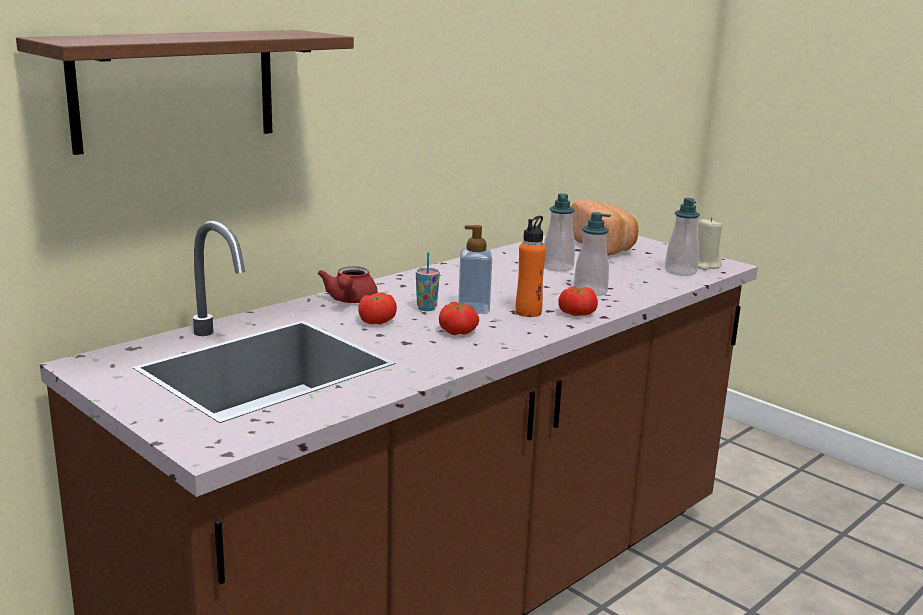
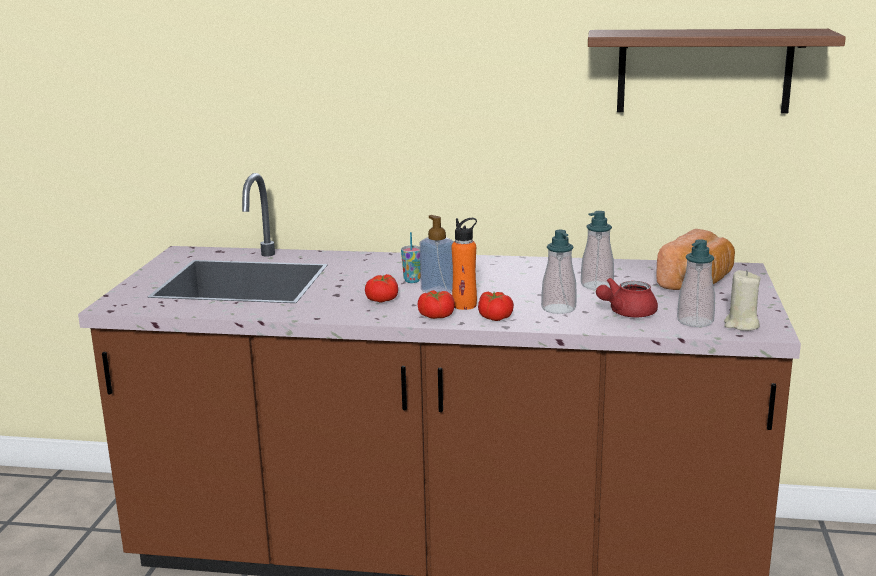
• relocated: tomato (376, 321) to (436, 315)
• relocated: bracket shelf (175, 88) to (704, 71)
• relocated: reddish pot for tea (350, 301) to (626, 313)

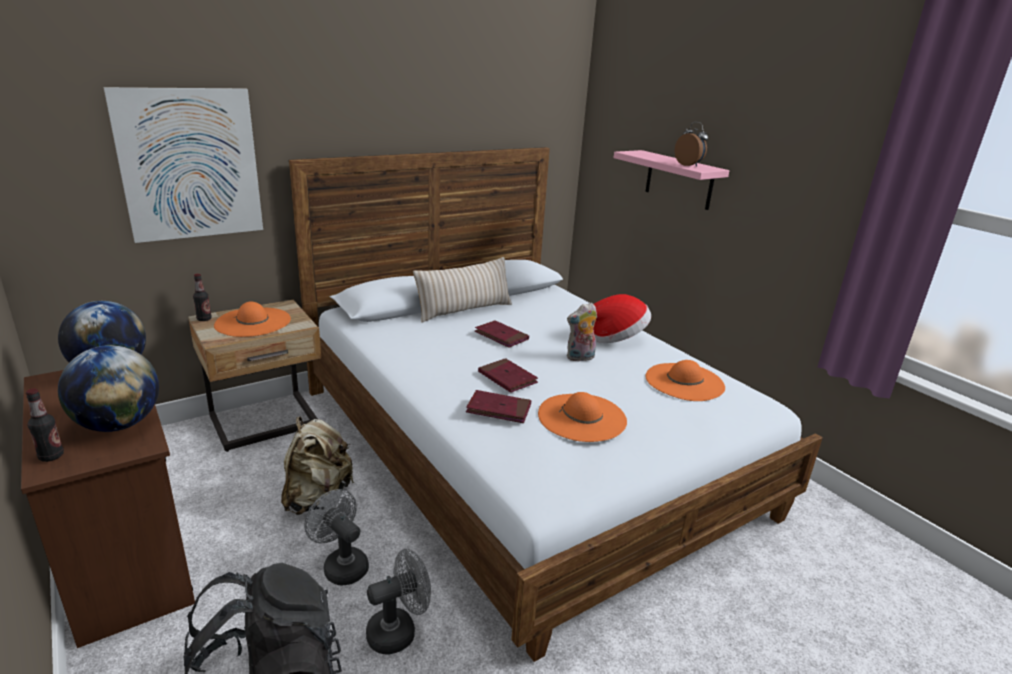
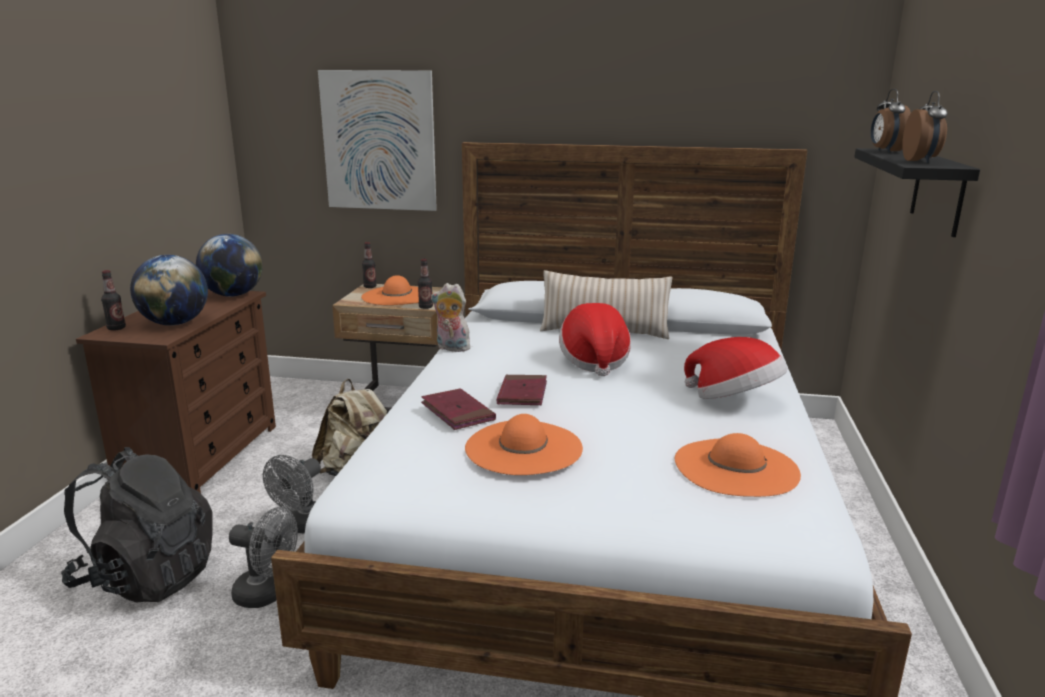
• spun: greyish electric fan (341, 565) = (303, 526) 150 degrees counterclockwise
• appeared: beverage bottle (425, 307)
• relocated: plush toy (580, 358) to (451, 348)
• exchanged: reddish bound book (501, 336) to wearable hat (594, 361)
• colour: pink bracket shelf (679, 180) to black-coloured bracket shelf (938, 191)
• appeared: alarm clock (885, 151)

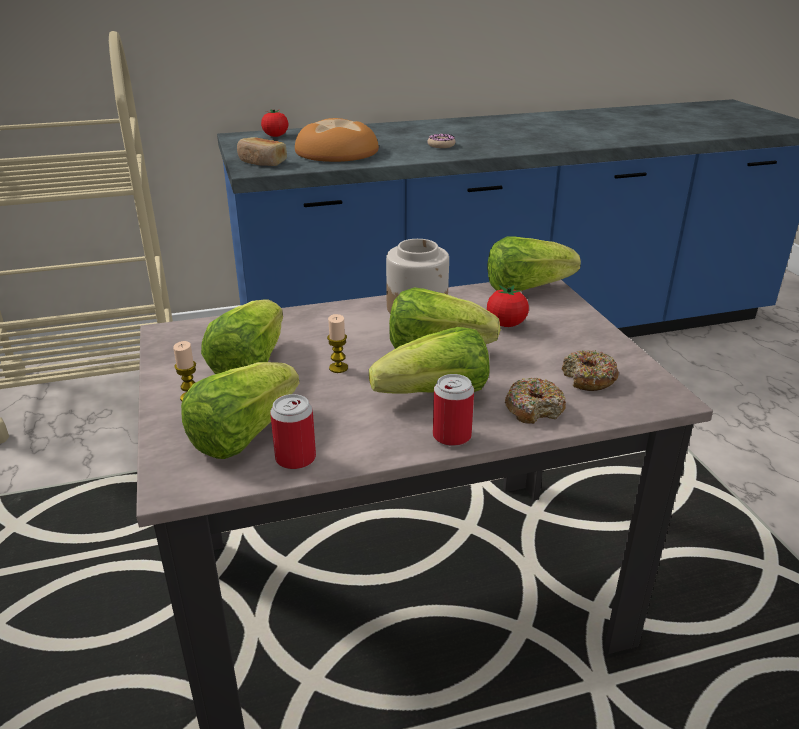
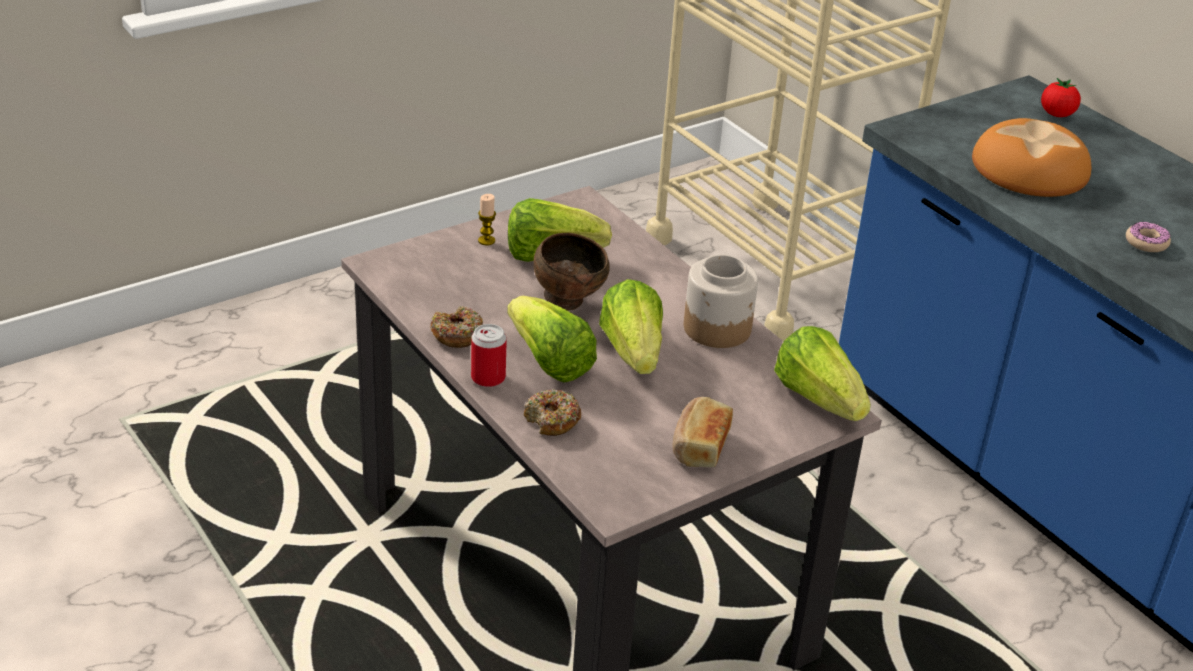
• relocated: donut (588, 378) to (457, 335)
• exchanged: candle (338, 368) to brown deep dish (569, 302)
• relocated: baked bread (262, 162) to (699, 446)
• missing: lettuce (242, 434)
• missing: can (295, 458)
• missing: tomato (506, 324)

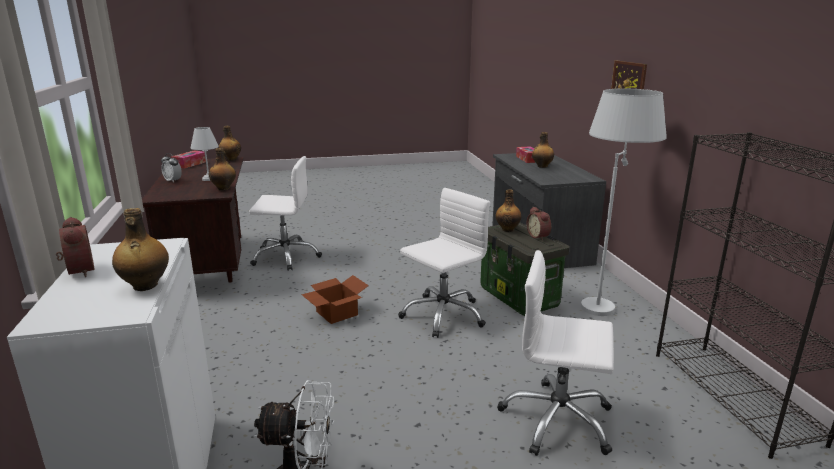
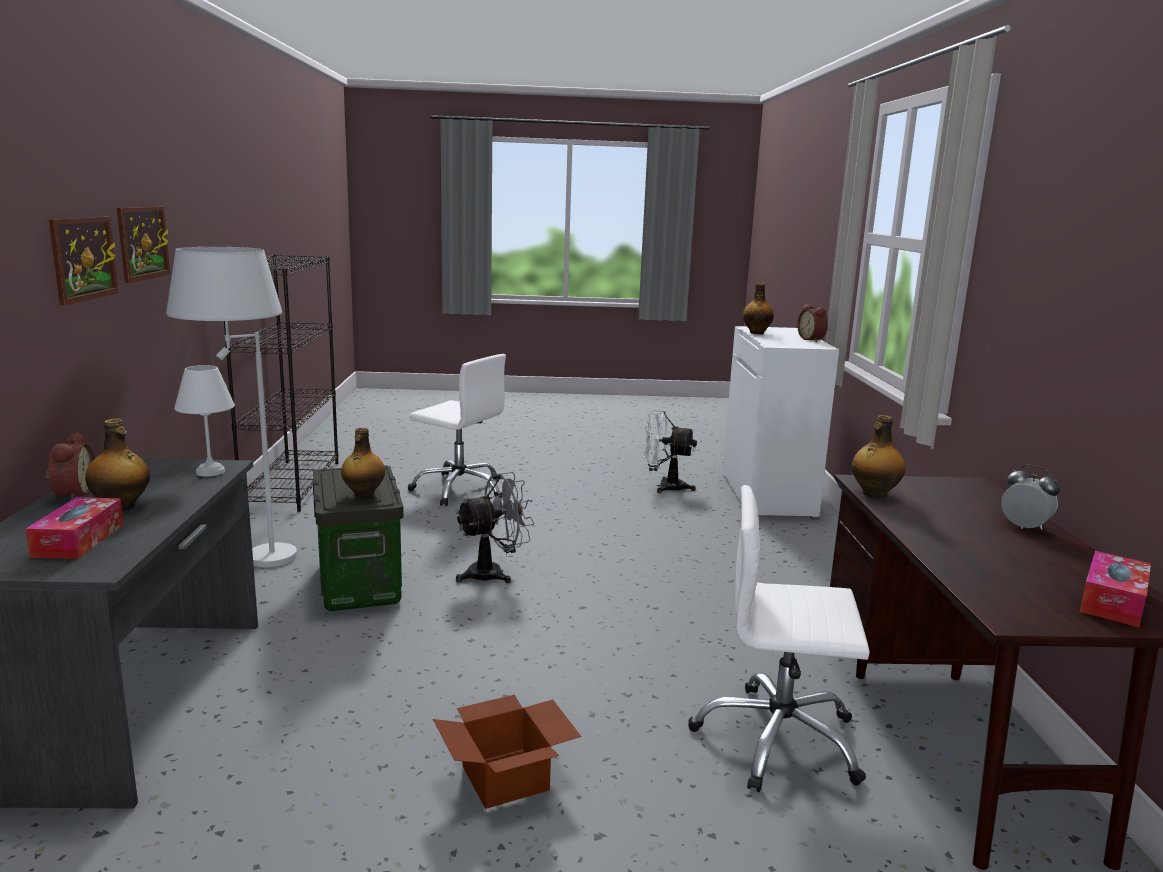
• relocated: alarm clock (539, 236) to (72, 494)
• appeared: picture (143, 243)
• relocated: white tabletop lamp (209, 179) to (209, 472)
• relocated: packing box (335, 313) to (508, 778)
• exchanged: white desk chair (443, 315) to greyish electric fan (493, 573)
• missing: beverage bottle (231, 159)

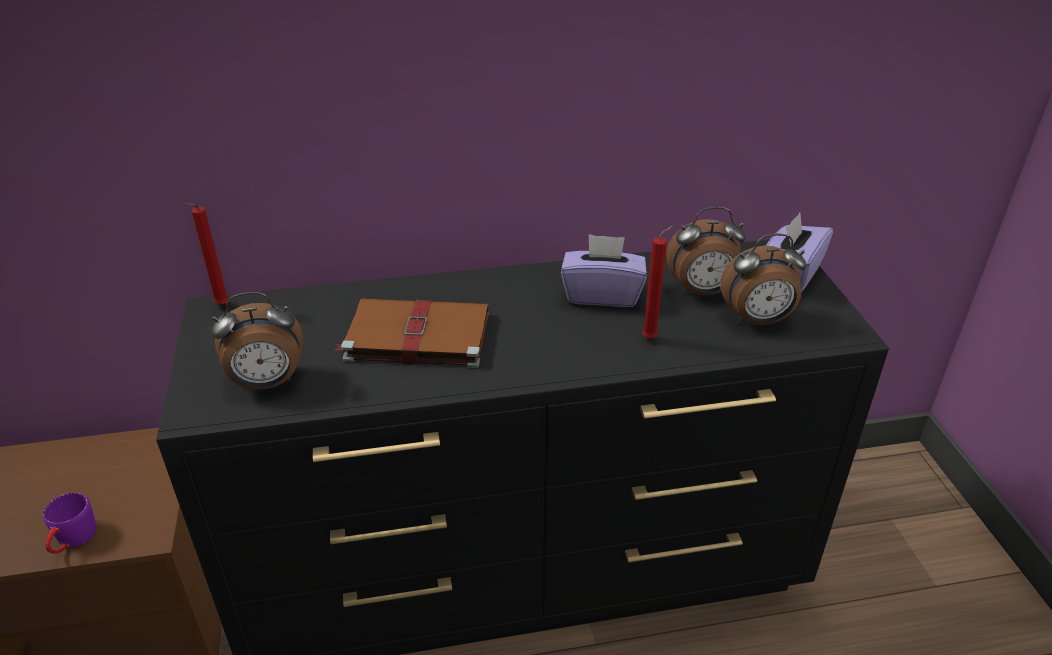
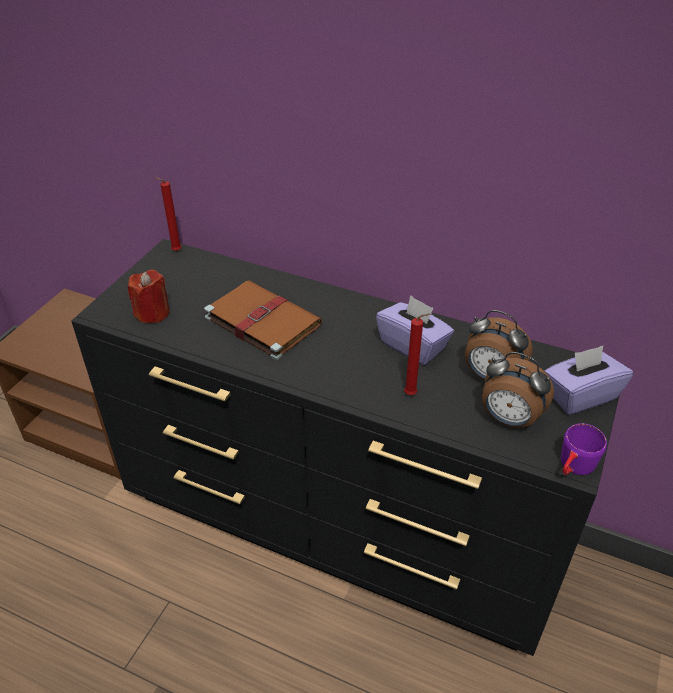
• exchanged: alarm clock (267, 383) to reddish candle (152, 313)
• relocated: purple-coloured coffee mug (73, 541) to (574, 467)

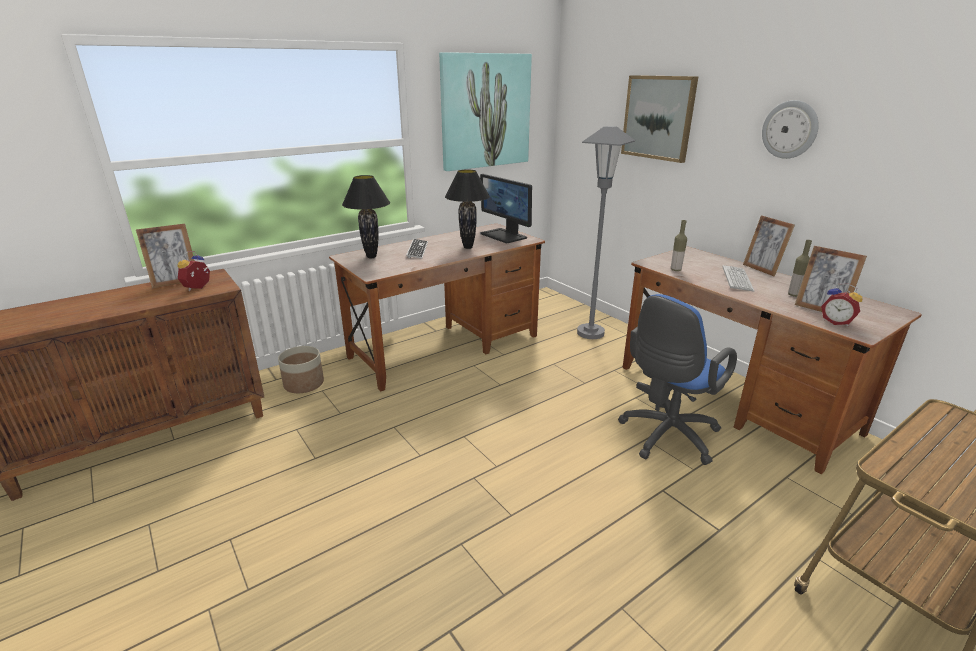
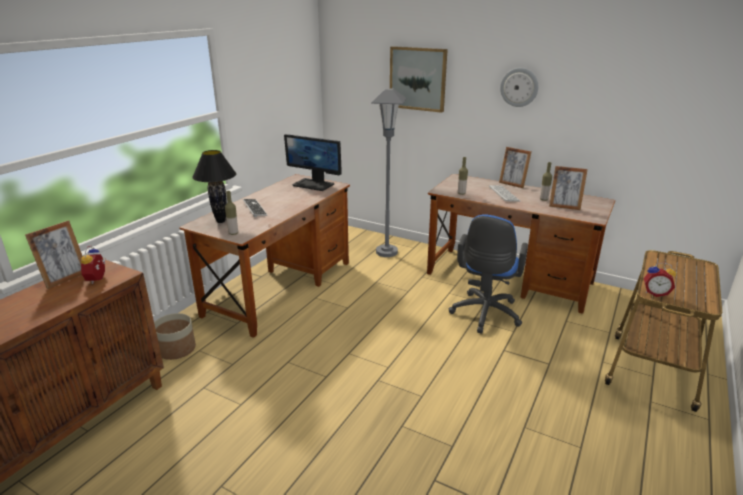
• appeared: beverage bottle (233, 233)
• relocated: alarm clock (836, 322) to (655, 293)
• missing: picture (485, 111)
• missing: black-coloured tabletop lamp (468, 247)

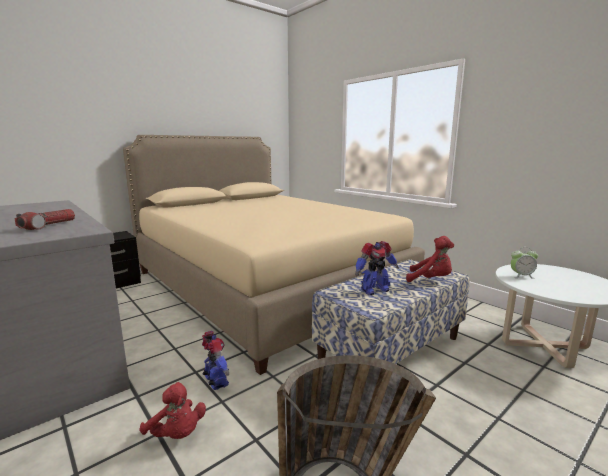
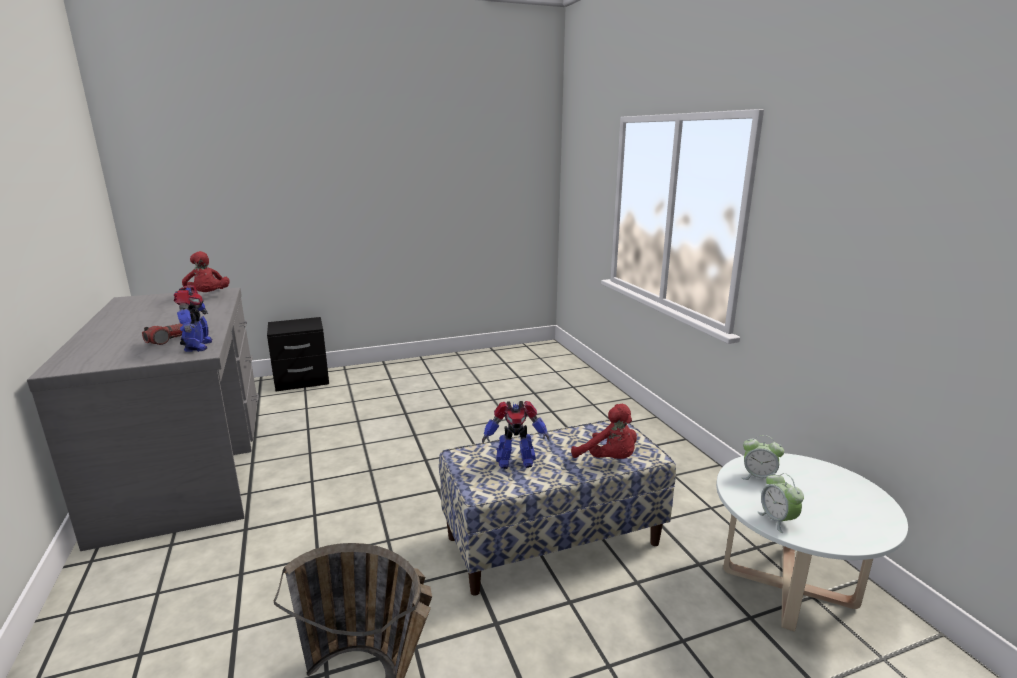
• relocated: robot figure (216, 381) to (197, 346)
• relocated: reddish plush toy (176, 434) to (208, 296)
• appeared: alarm clock (777, 520)
• missing: beige-coloured bed (265, 285)

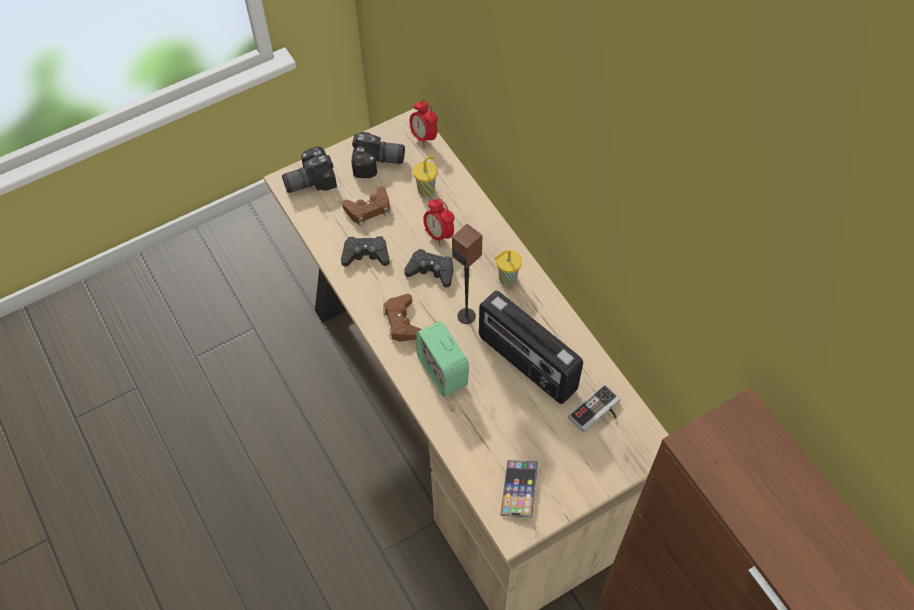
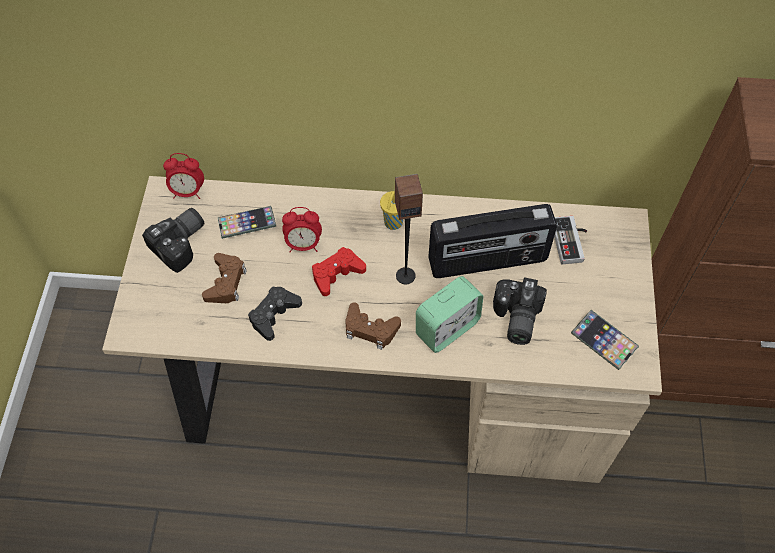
• exchanged: yellowish cup (427, 189) to handset (247, 224)
• colour: black-coloured game controller (431, 271) to reddish game controller (337, 274)
• spun: alarm clock (442, 371) = (447, 328) 45 degrees counterclockwise
• relocated: still camera (308, 180) to (514, 318)

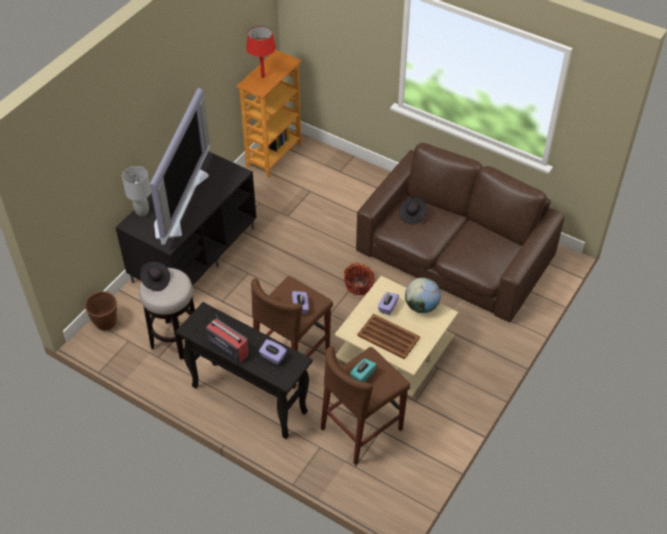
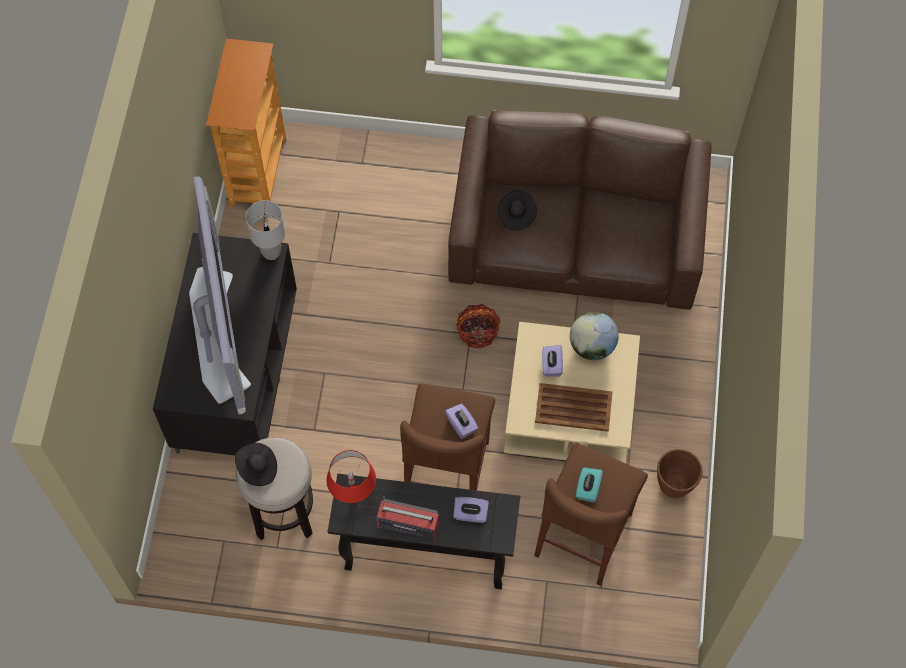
• relocated: greyish tabletop lamp (142, 212) to (271, 253)
• relocated: reddish tabletop lamp (262, 76) to (354, 500)
• relocated: brown flower pot (106, 324) to (674, 486)

